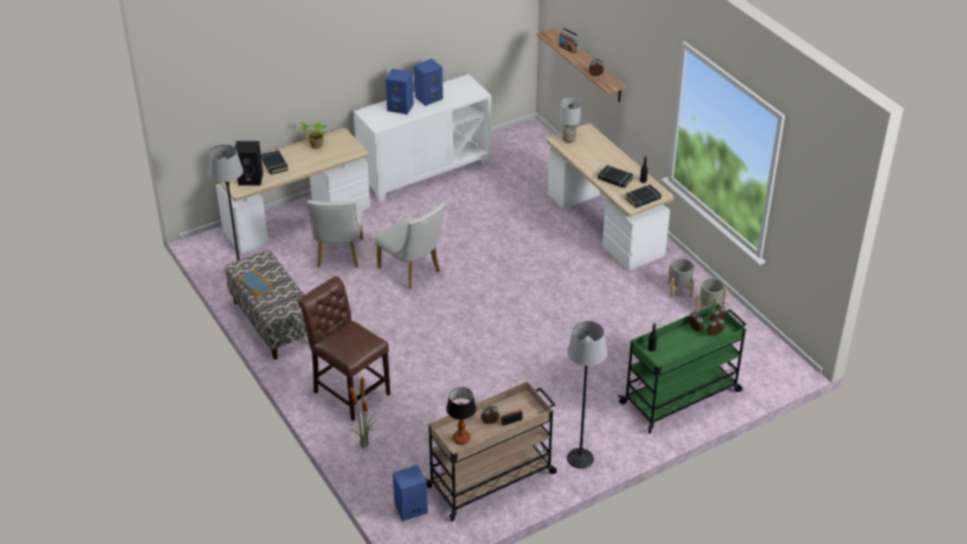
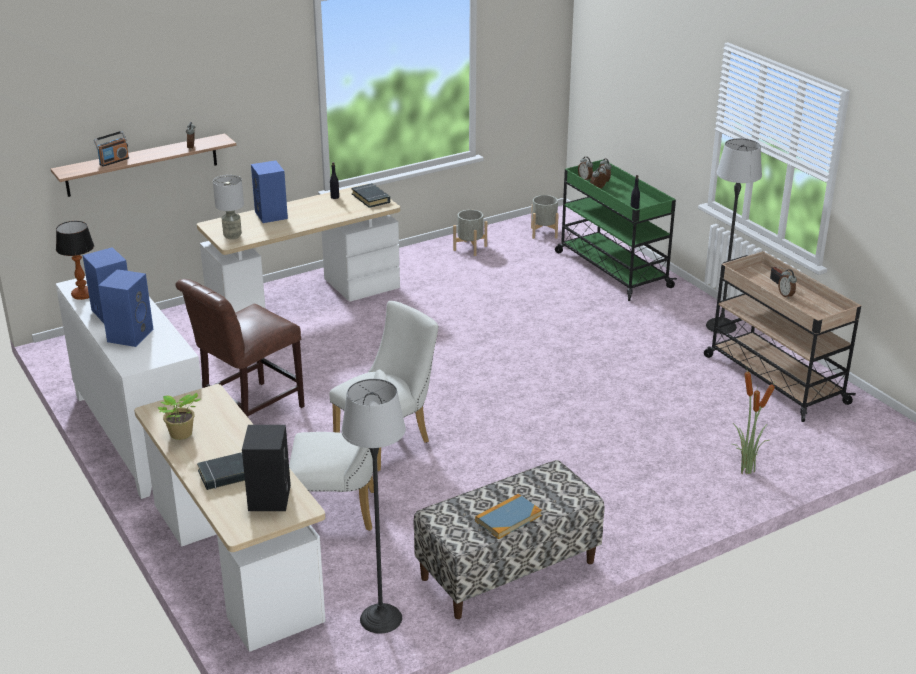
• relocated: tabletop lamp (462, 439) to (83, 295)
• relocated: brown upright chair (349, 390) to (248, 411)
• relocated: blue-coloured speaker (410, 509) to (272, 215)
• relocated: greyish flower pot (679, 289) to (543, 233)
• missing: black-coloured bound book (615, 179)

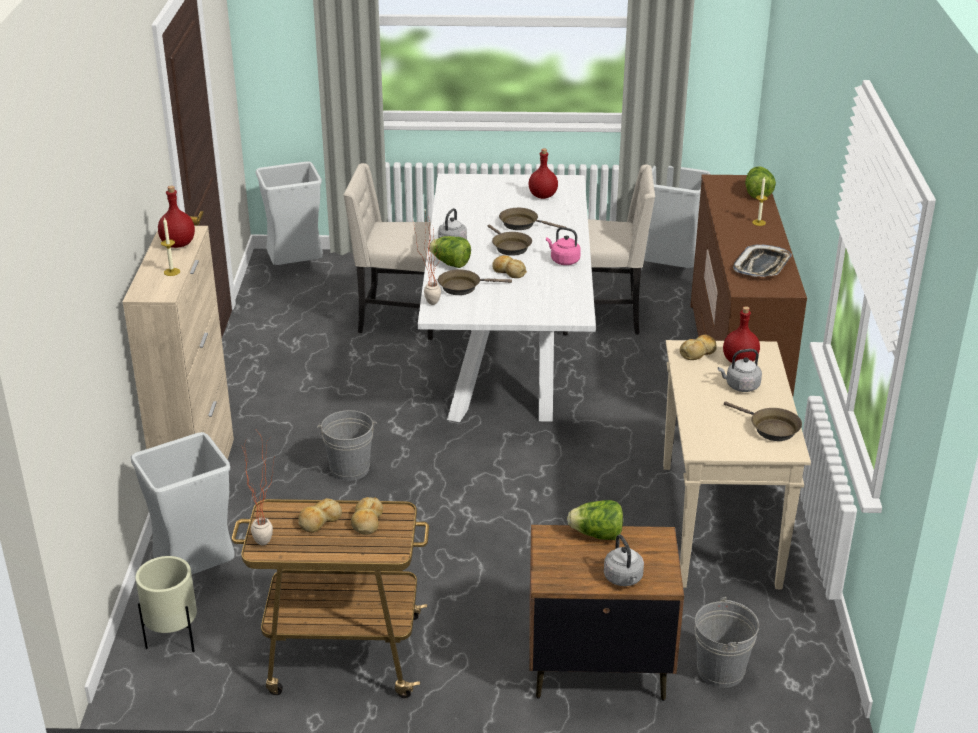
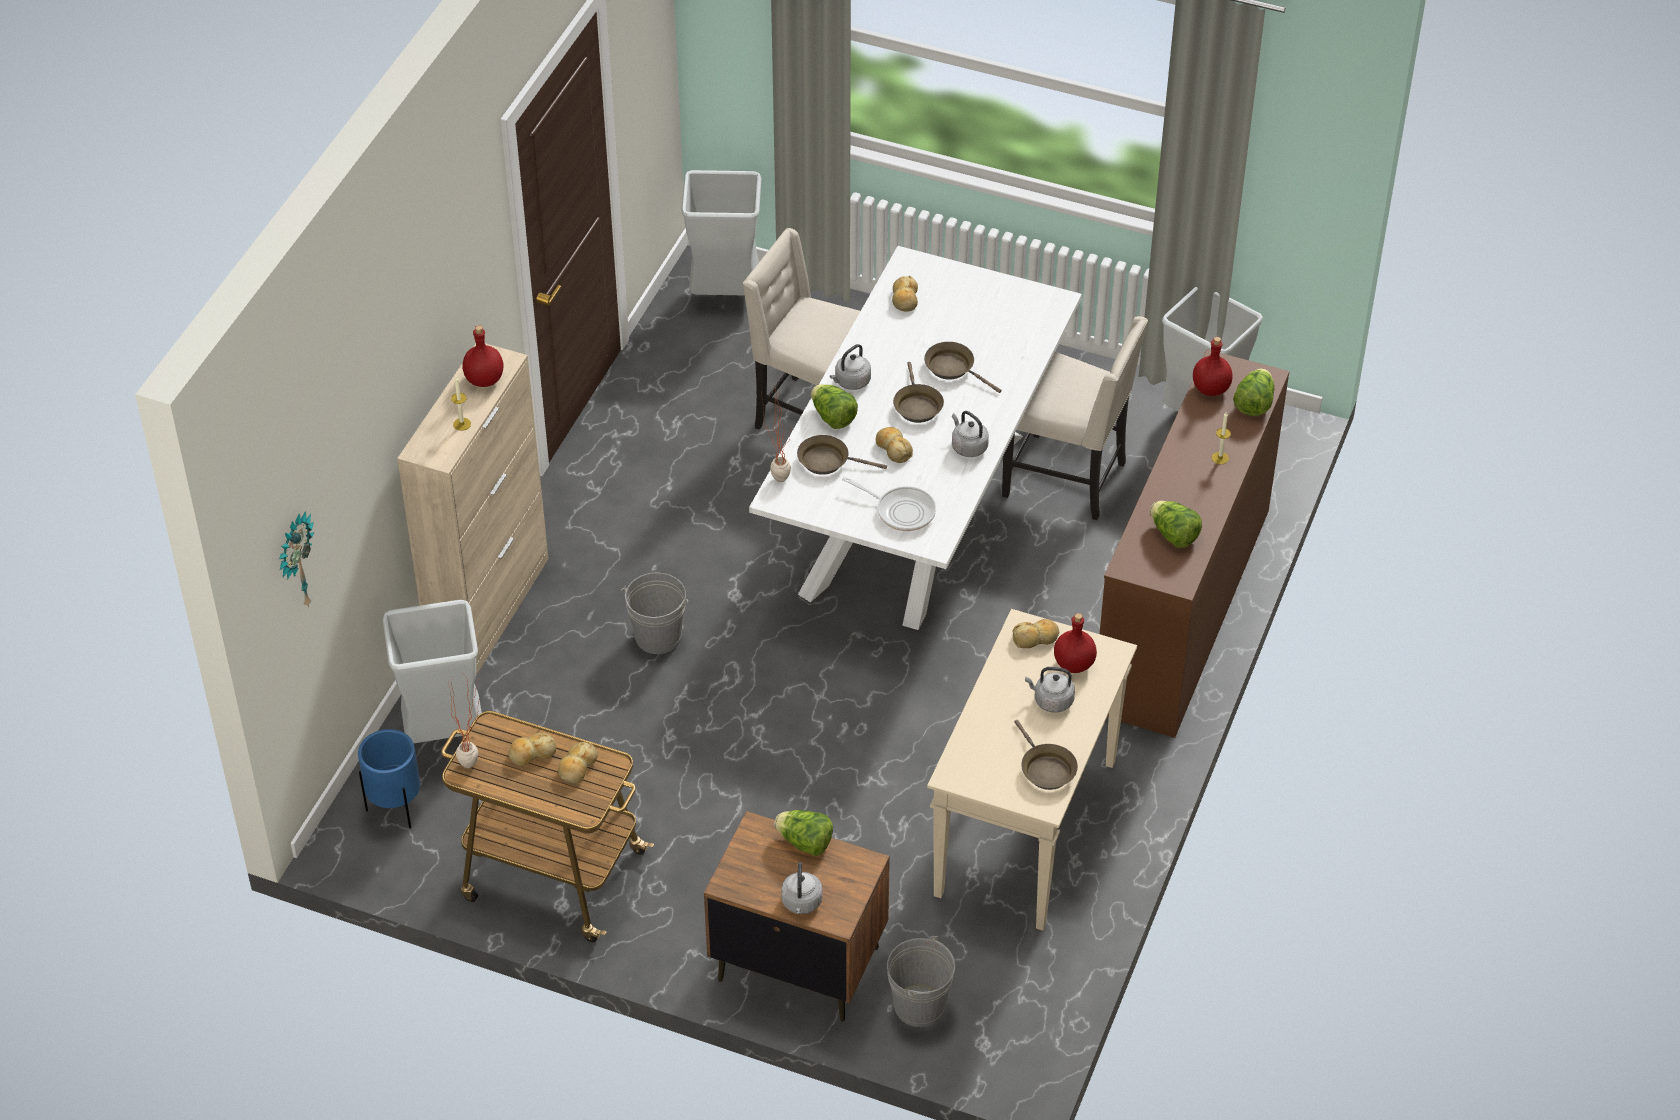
• appeared: wall clock (295, 563)
• colour: beige-coloured flower pot (173, 640) to blue-coloured flower pot (395, 808)
• appeared: pan (901, 511)
• appeared: baked bread (905, 299)
• colour: pink kettle (563, 260) to greyish kettle (968, 446)
• exchanged: carrying tray (762, 266) to lettuce (1173, 535)
• relocated: reddish beverage bottle (543, 196) to (1211, 389)

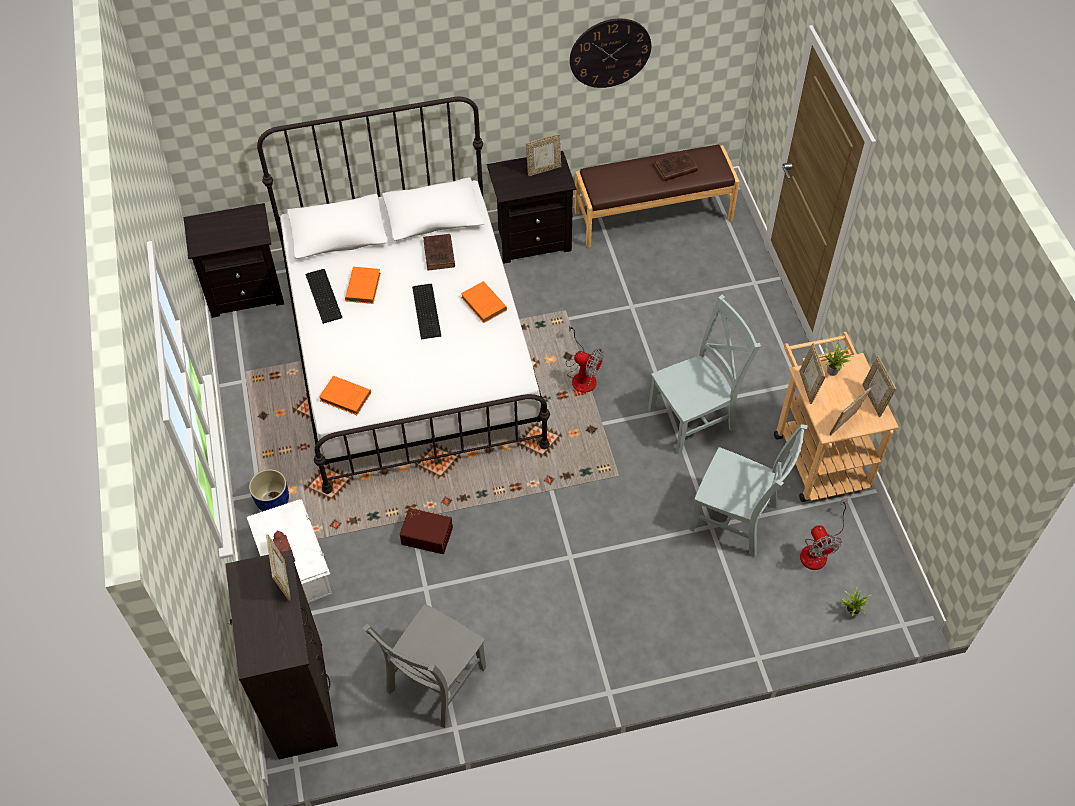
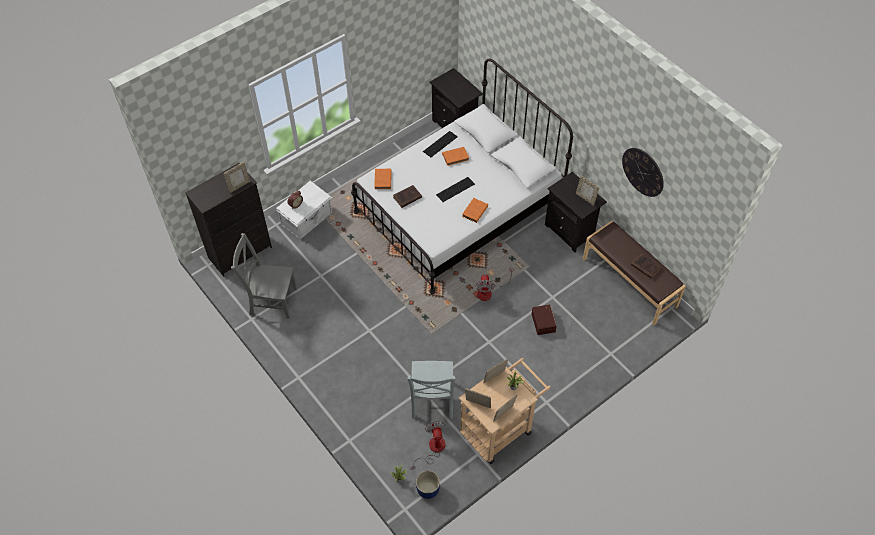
• relocated: brown bound book (439, 255) to (406, 198)
• spun: electric fan (818, 550) = (433, 449) 120 degrees clockwise
• relocated: blue-coloured flower pot (272, 501) to (427, 489)
• relocated: brown storage container (427, 534) to (544, 322)
• missing: greyish upright chair (695, 417)

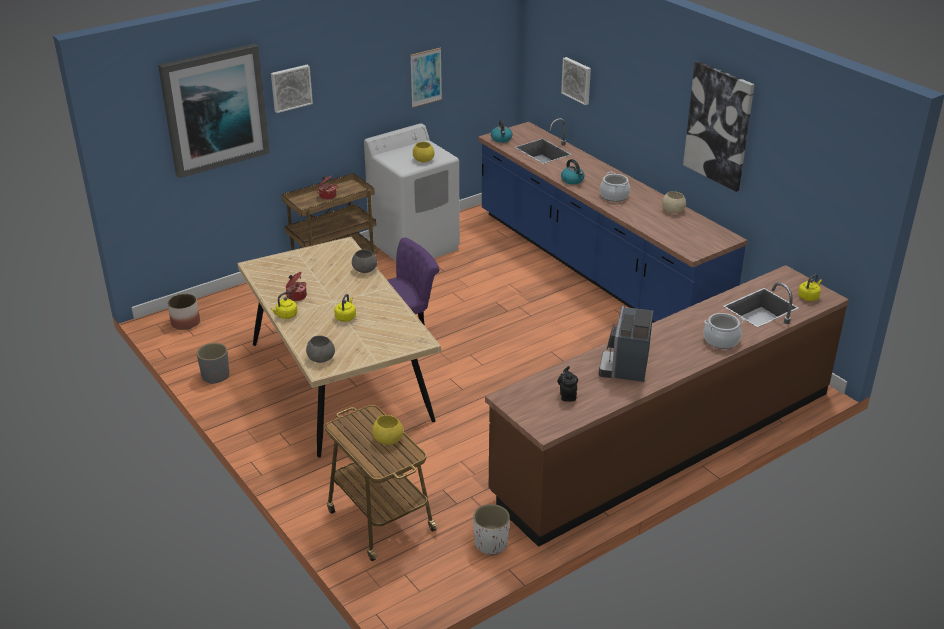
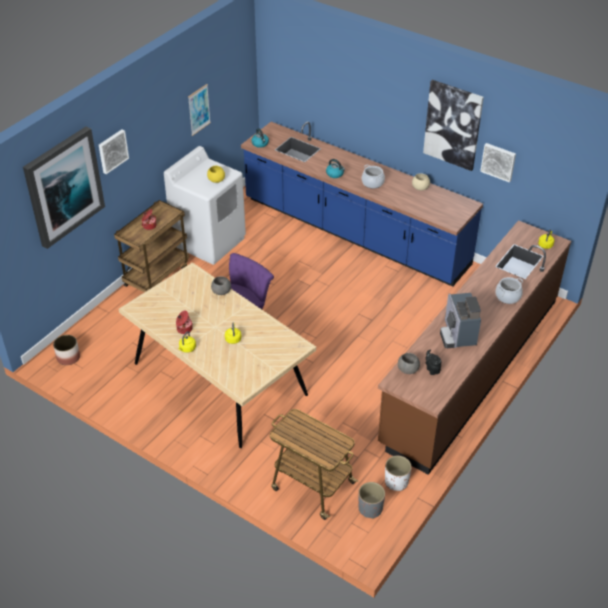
• relocated: greyish flower pot (215, 376) to (370, 508)
• relocated: greyish deep dish (320, 358) to (407, 369)
• relocated: picture (577, 80) to (498, 161)
• missing: yellowish deep dish (387, 439)

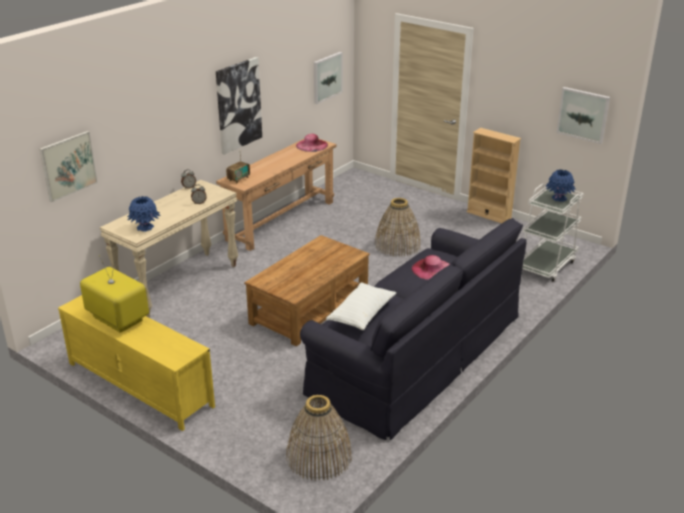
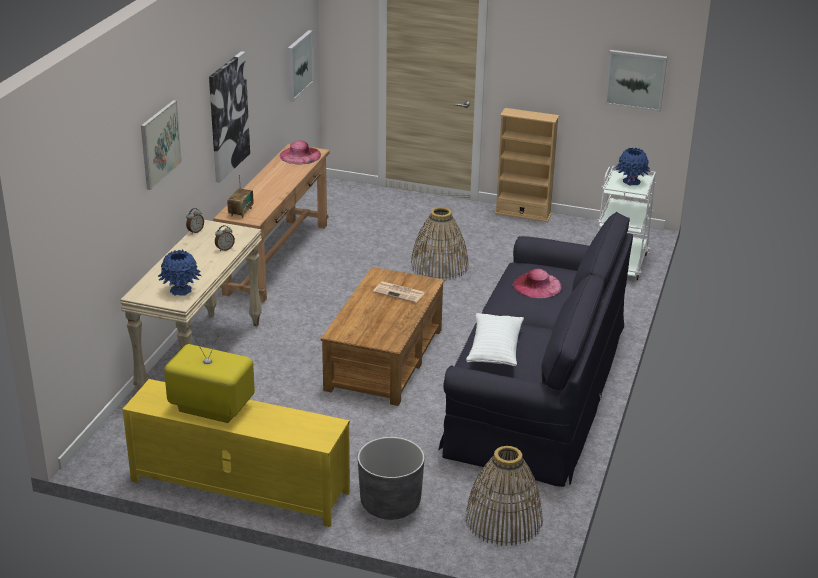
• relocated: picture (68, 165) to (160, 144)
• appeared: greyish flower pot (390, 503)
• appeared: newspaper (400, 292)

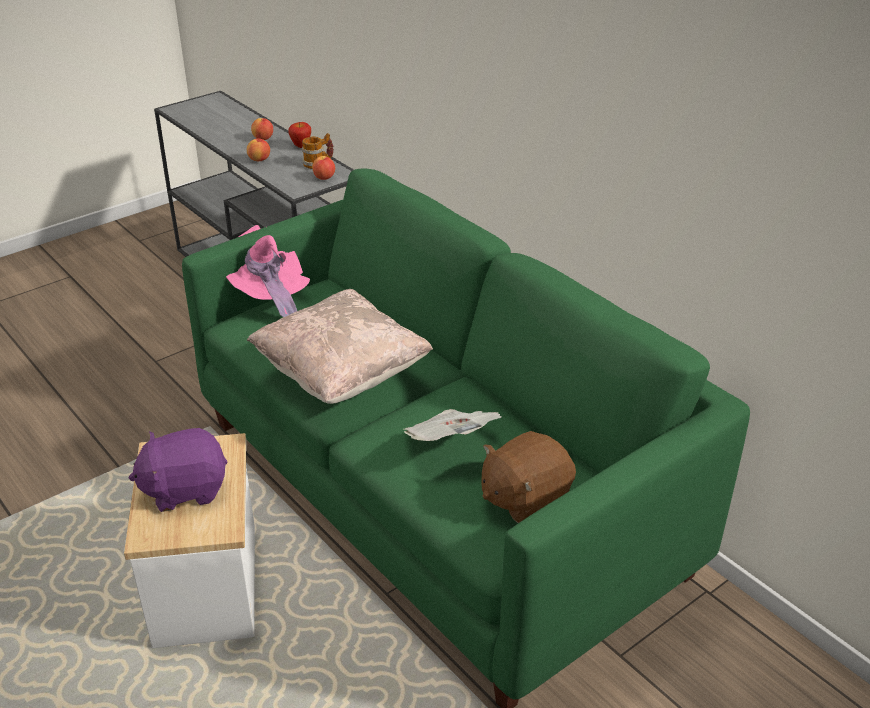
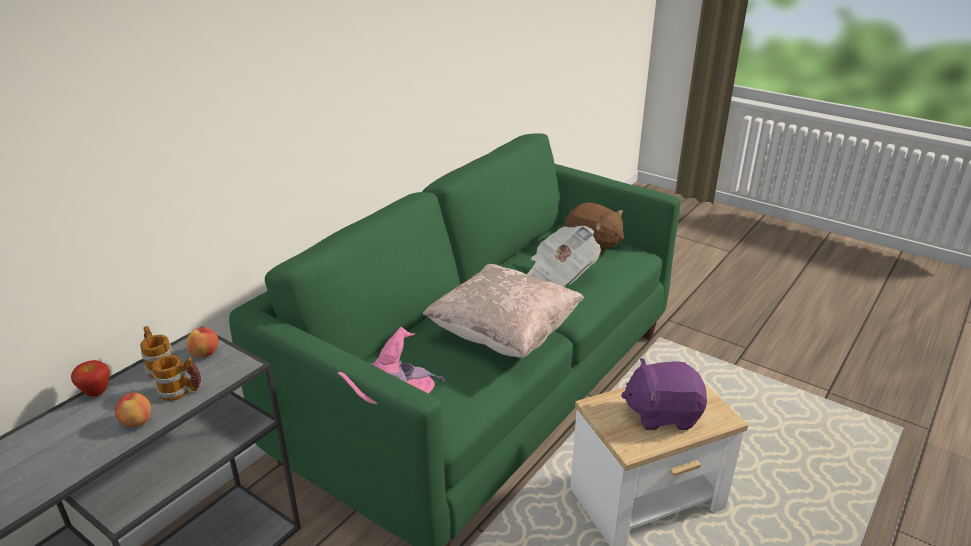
• appeared: coffee mug (181, 391)
• spun: purple-coloured plush toy (185, 489) = (662, 413) 120 degrees clockwise
• missing: whole apple (263, 139)

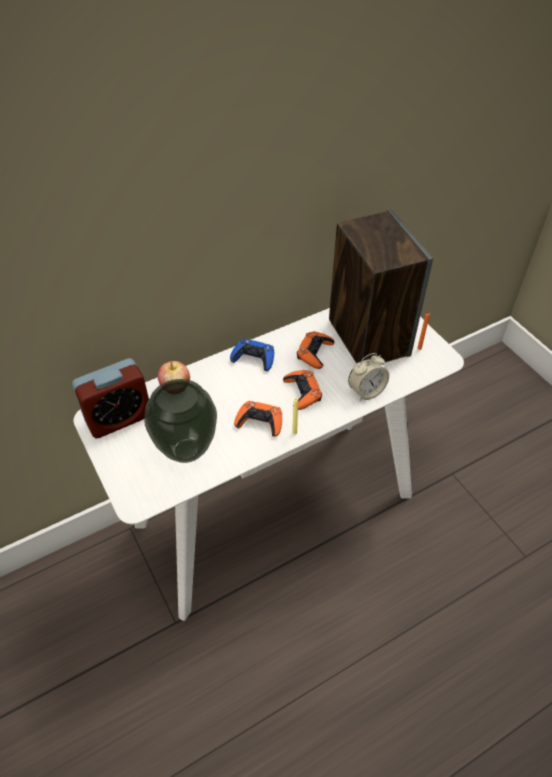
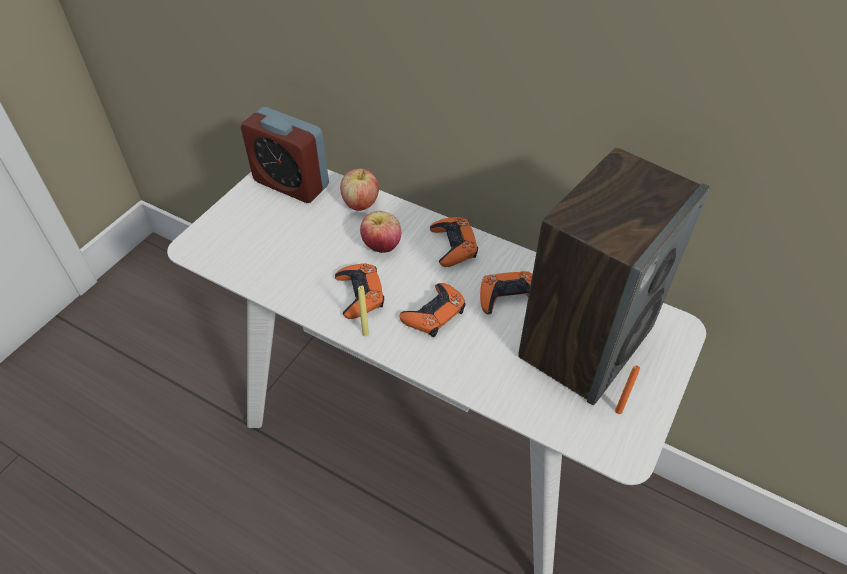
• appeared: whole apple (381, 246)
• colour: blue-coloured game controller (253, 358) to orange game controller (453, 246)
• missing: vase (186, 449)
• missing: alarm clock (366, 391)

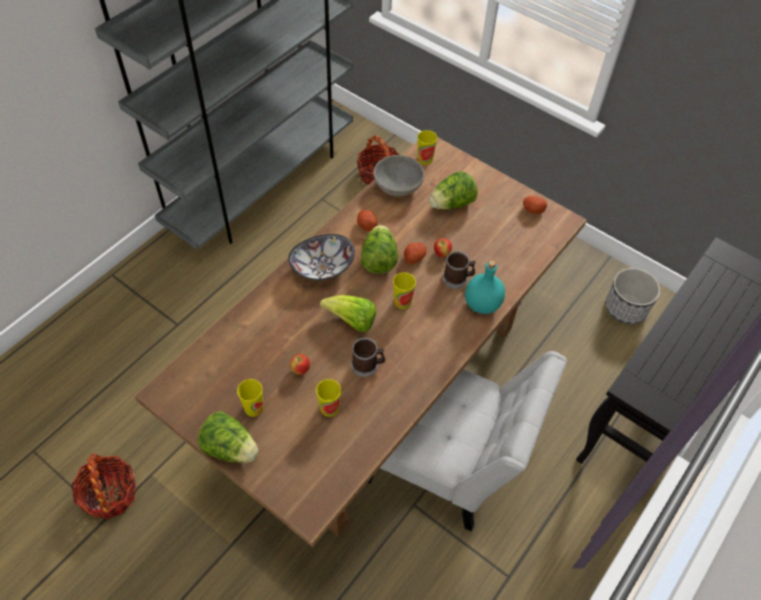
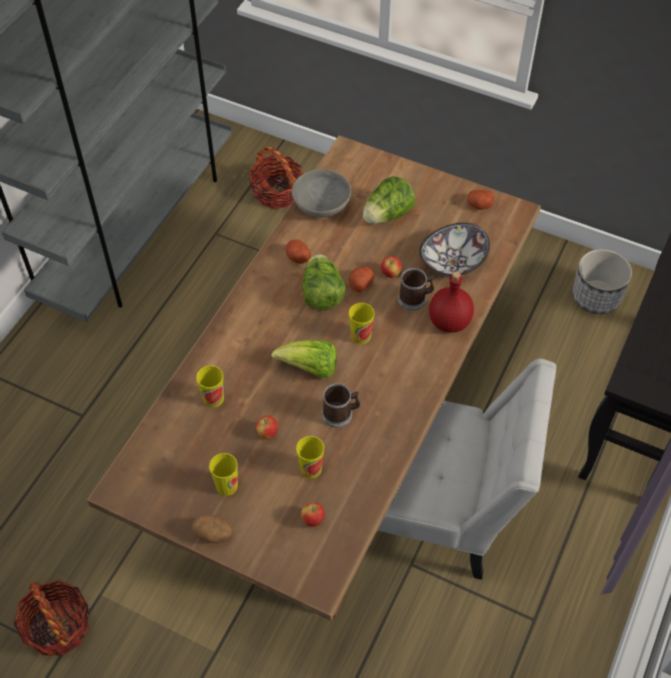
• exchanged: lettuce (230, 448) to potato (213, 534)
• relocated: cup (425, 159) to (213, 398)
• appeared: whole apple (313, 520)
• relocated: deep dish (322, 268) to (453, 262)
• colour: blue-green beverage bottle (482, 304) to reddish beverage bottle (449, 322)

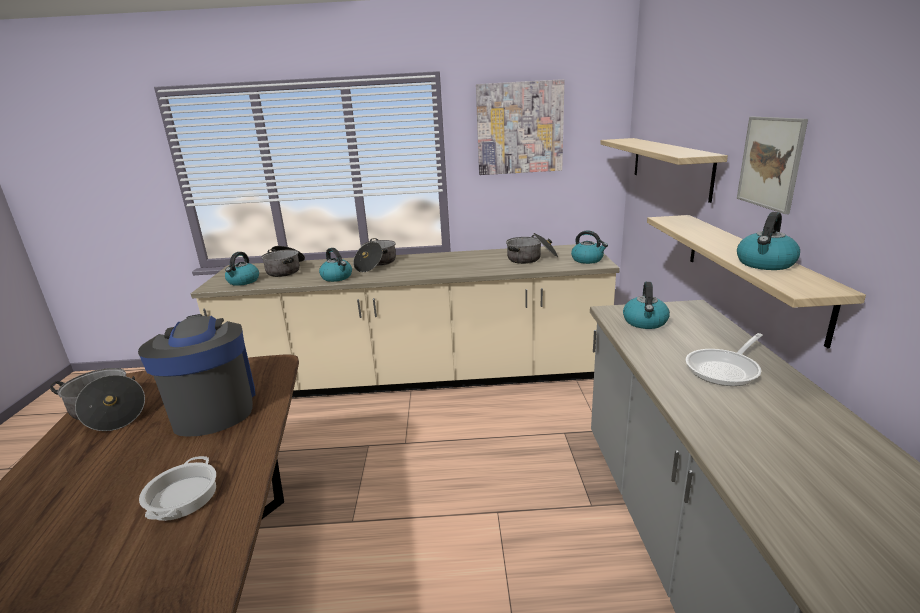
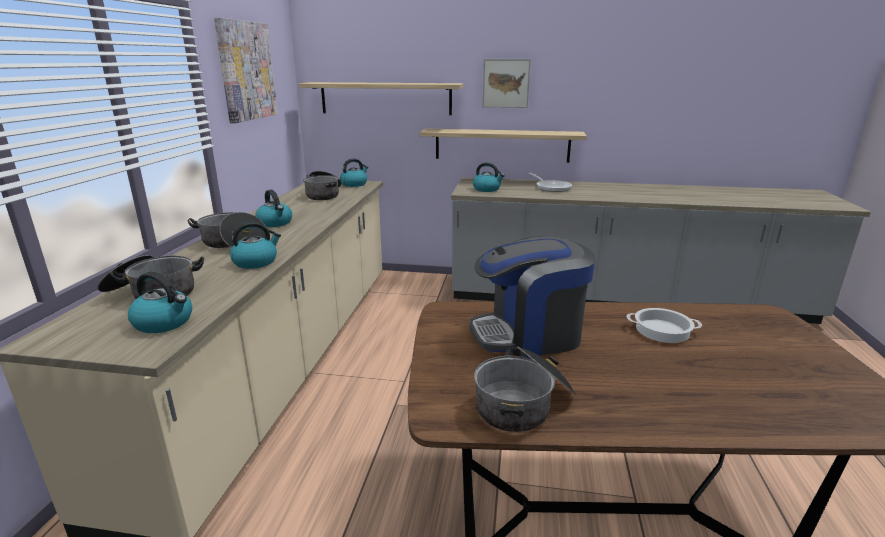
• relocated: kettle (765, 264) to (275, 223)

